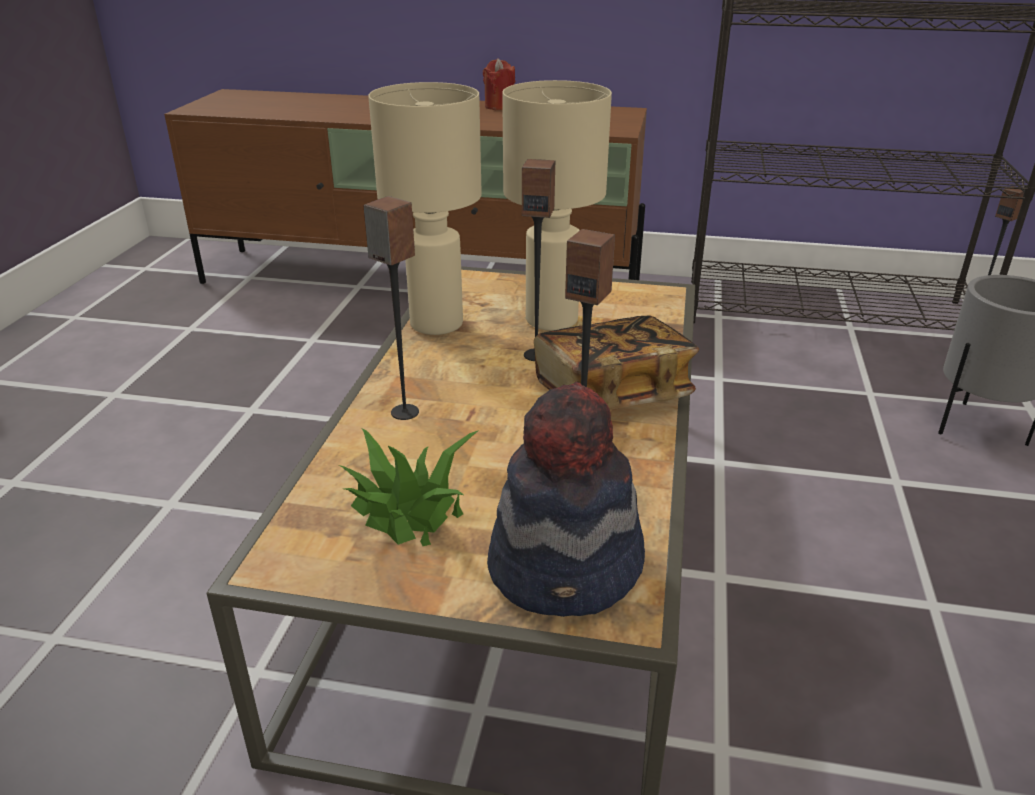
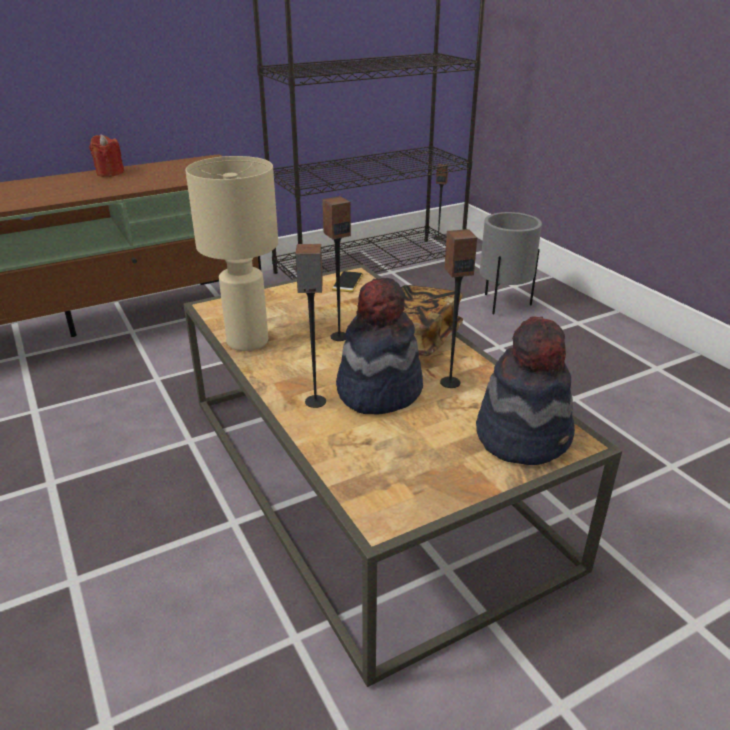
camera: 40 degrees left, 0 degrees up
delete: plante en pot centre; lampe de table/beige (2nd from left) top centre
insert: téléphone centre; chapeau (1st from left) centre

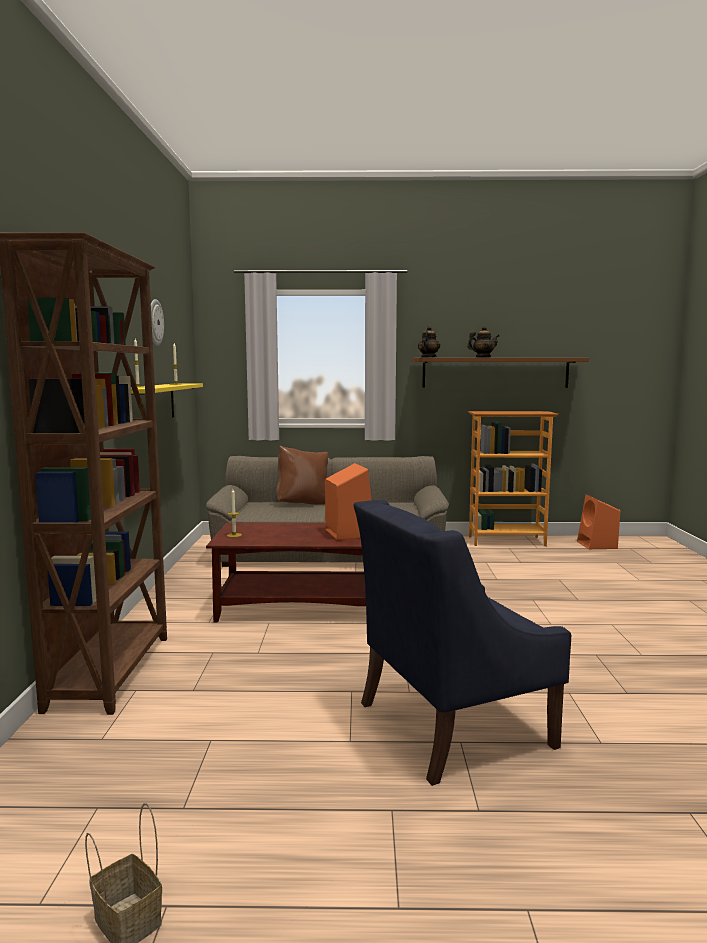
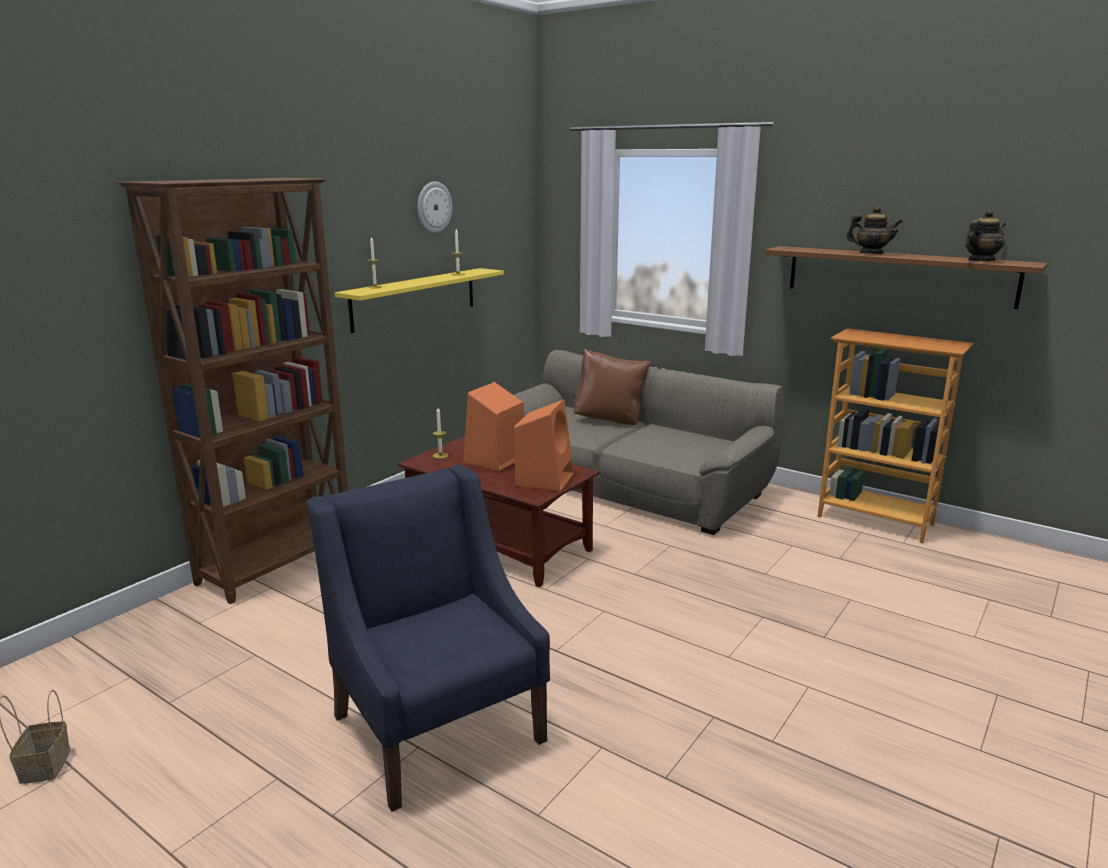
camera: 35 degrees right, 10 degrees up
move: théière (1st from left in the first image) centre to théière (2nd from left) top right; enceinte/orange (2nd from left in the first image) middle right to enceinte/orange (1st from left) centre
rotate: fauteuil/bleu bottom centre = bottom centre 45 degrees clockwise

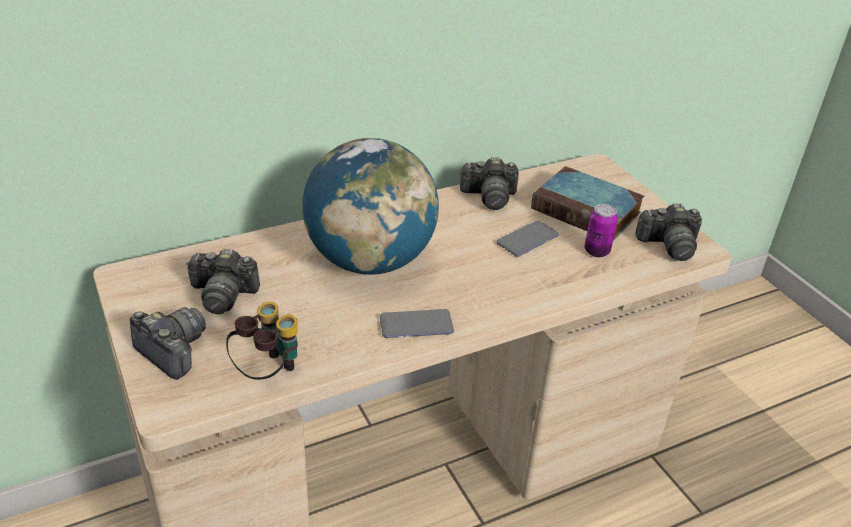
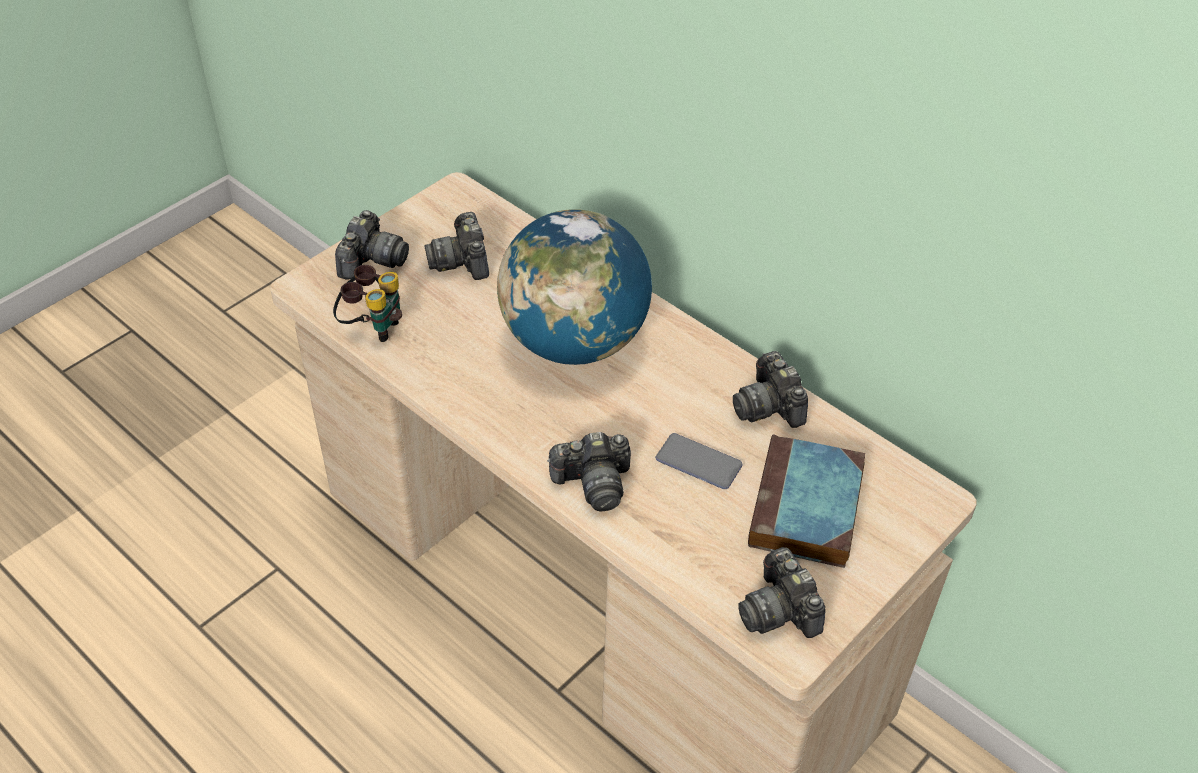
camera: 70 degrees right, 10 degrees up
delete: téléphone (1st from left) centre; boîte métallique middle right
insert: appareil photo (3rd from left) centre

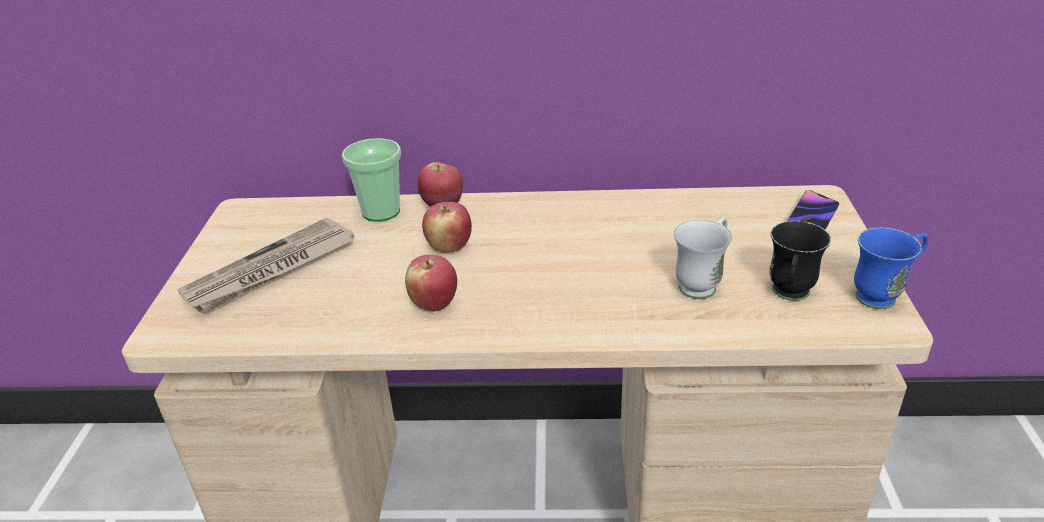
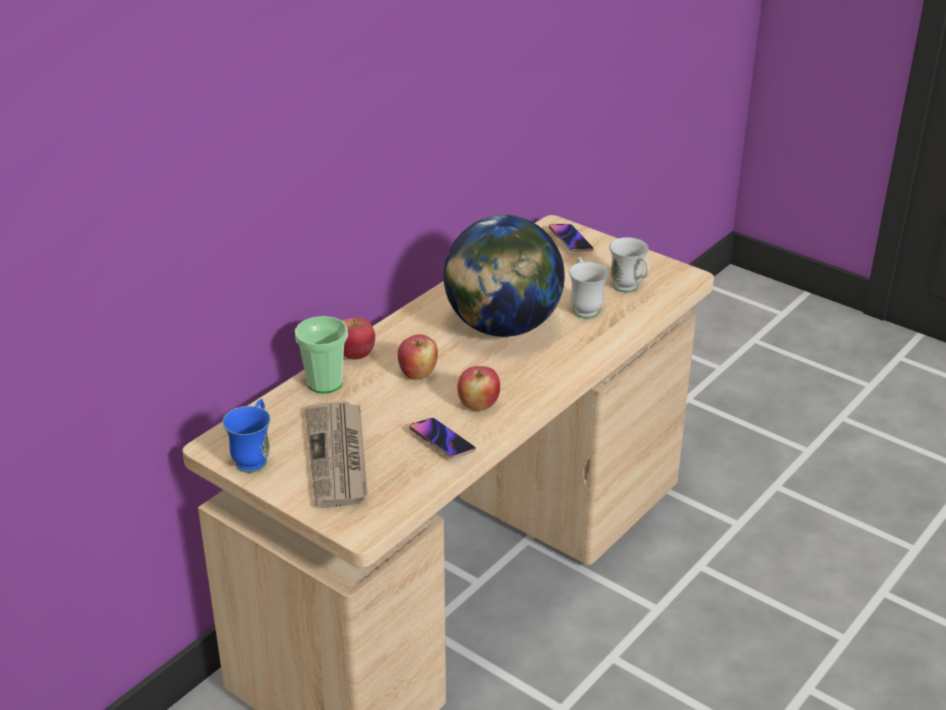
camera: 55 degrees left, 0 degrees up
insert: téléphone (1st from left) centre; globe centre
move: mug/bleu middle right to middle left
recolor: mug/noir middle right to mug/blanc (2nd from left) centre

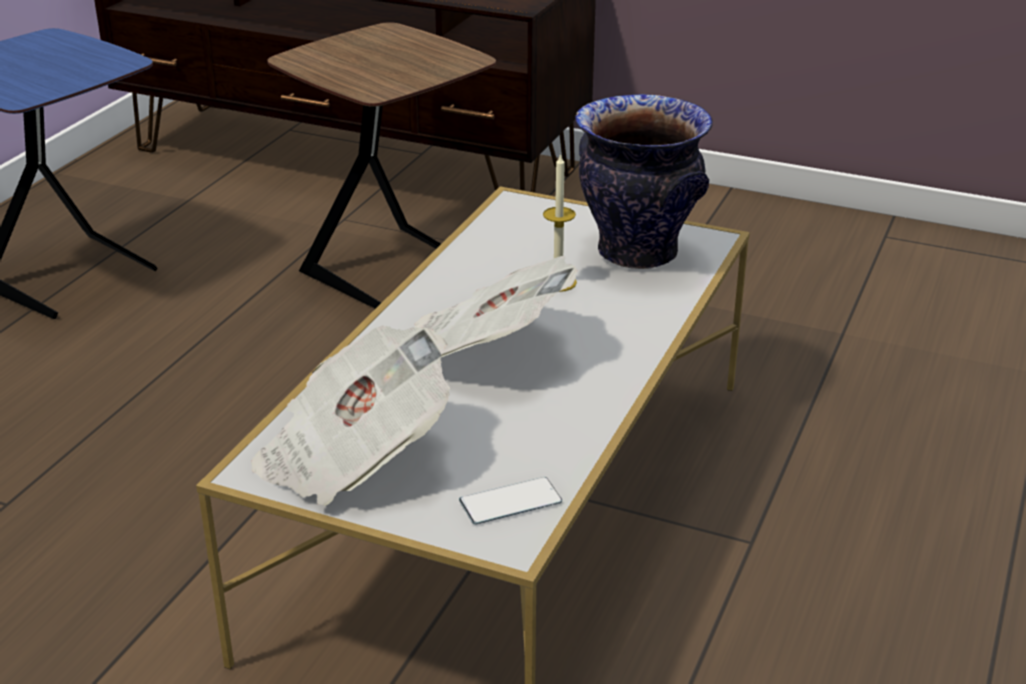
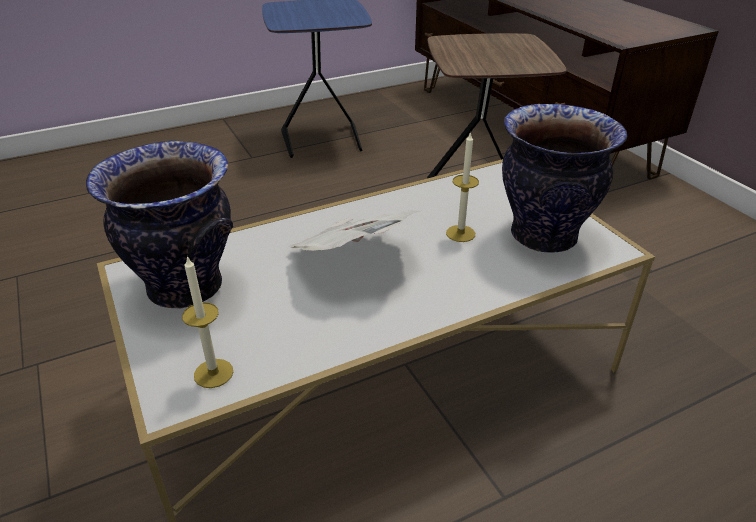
camera: 40 degrees right, 5 degrees up
replace: journal (1st from left) centre to vase (1st from left) middle left; téléphone bottom centre to bougie (1st from left) middle left

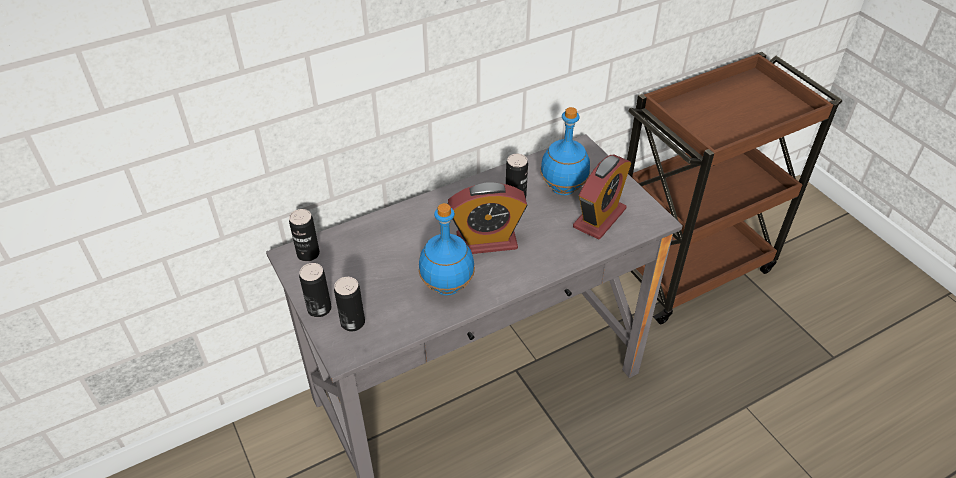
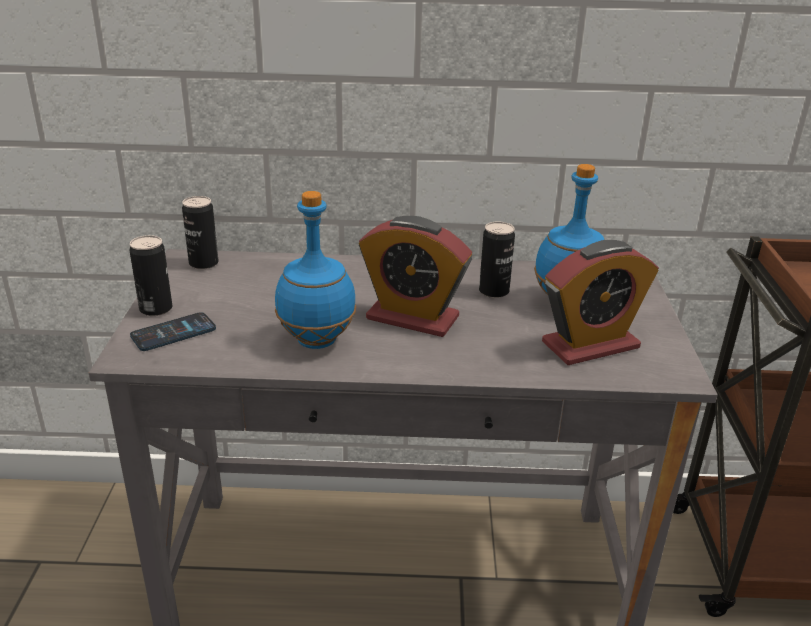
camera: 30 degrees right, 15 degrees down
replace: boîte métallique (3rd from left) centre to téléphone middle left

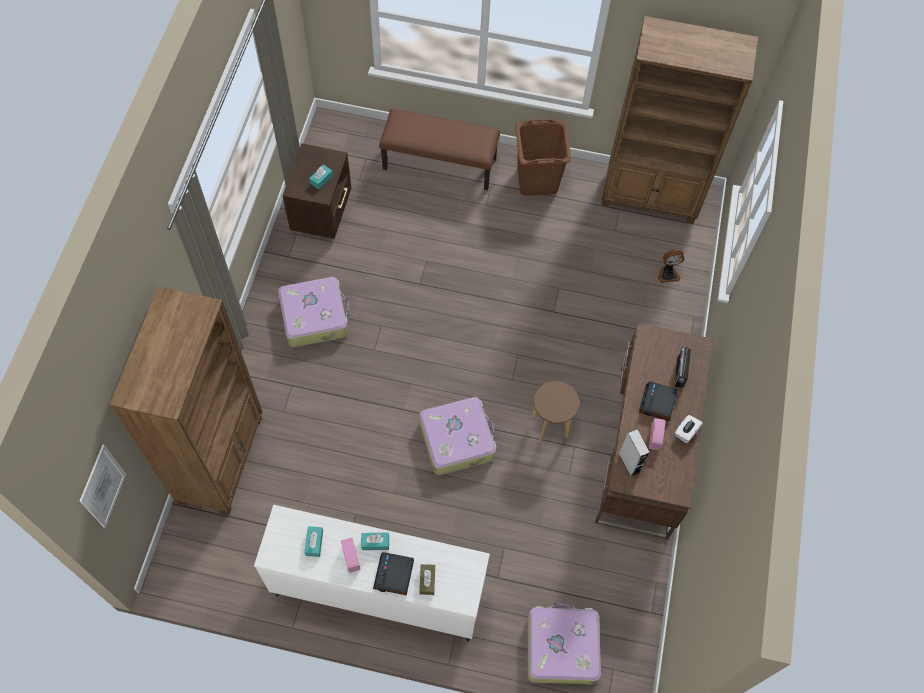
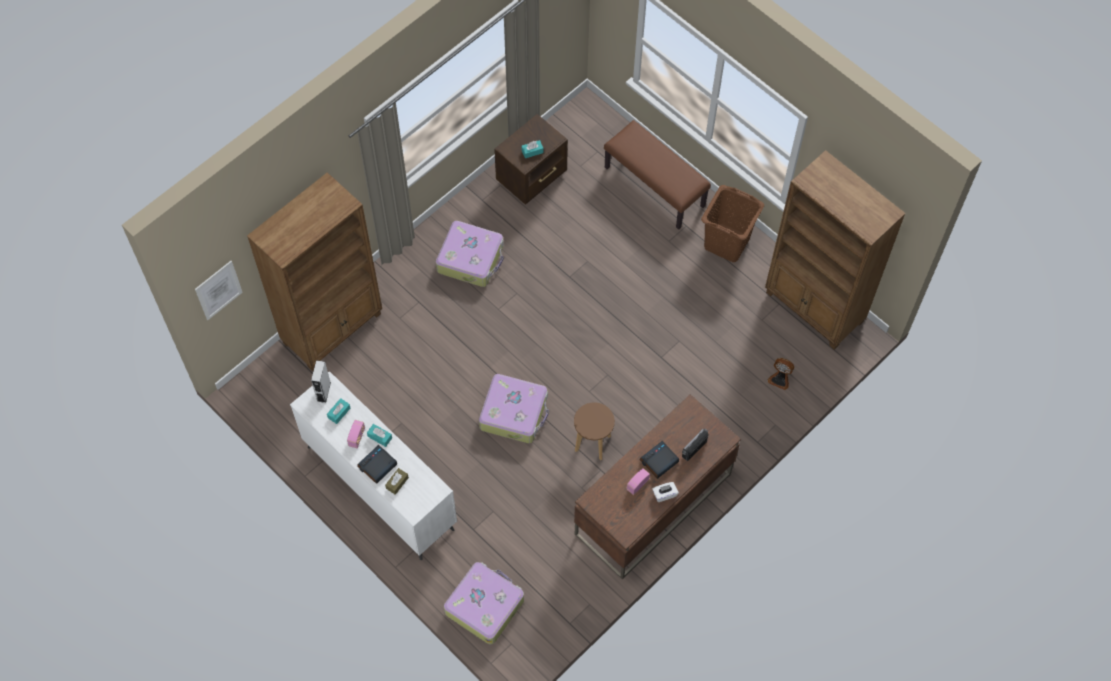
camera: 35 degrees right, 0 degrees up
move: enceinte/gris middle right to middle left

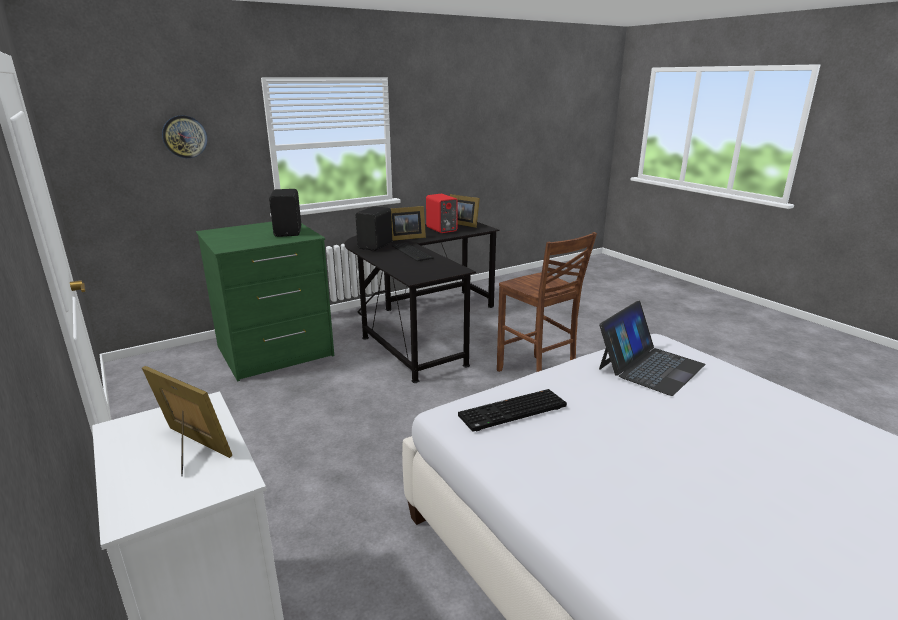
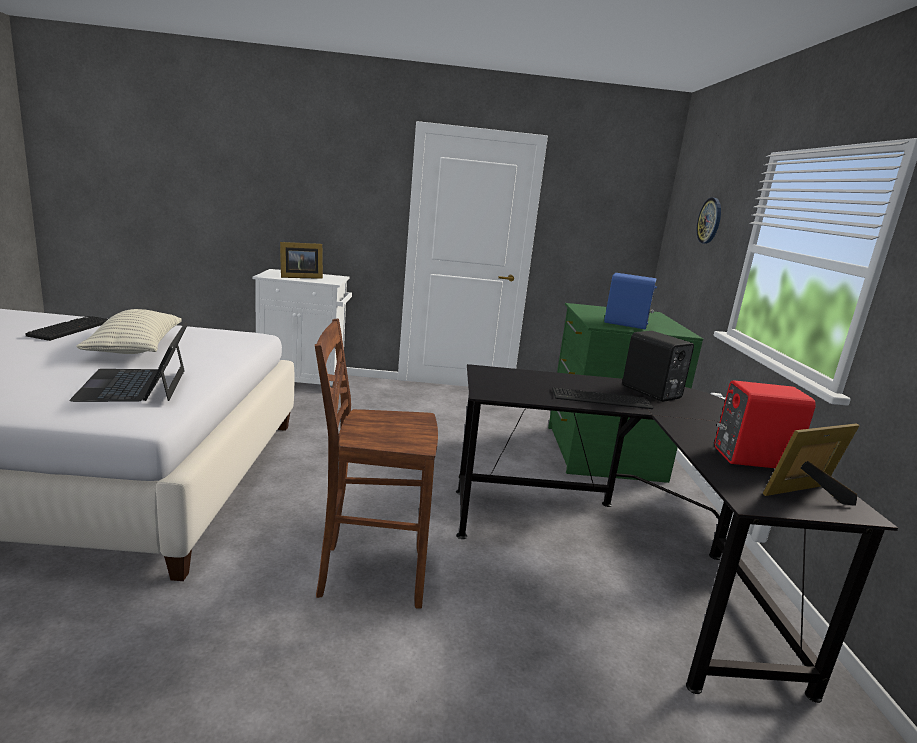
camera: 120 degrees right, 5 degrees down
delete: cadre photo (2nd from left) centre
insert: coussin middle left
move: clavier (2nd from left in the first image) centre to clavier (1st from left) middle left
recolor: enceinte/noir (1st from left) middle left to enceinte/bleu middle right

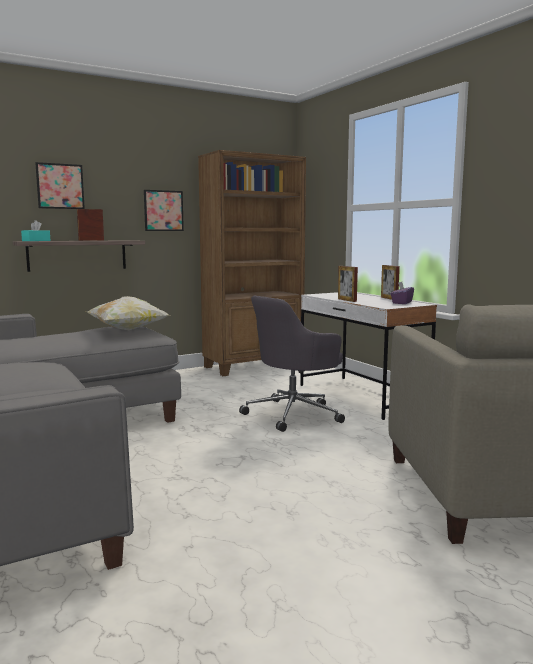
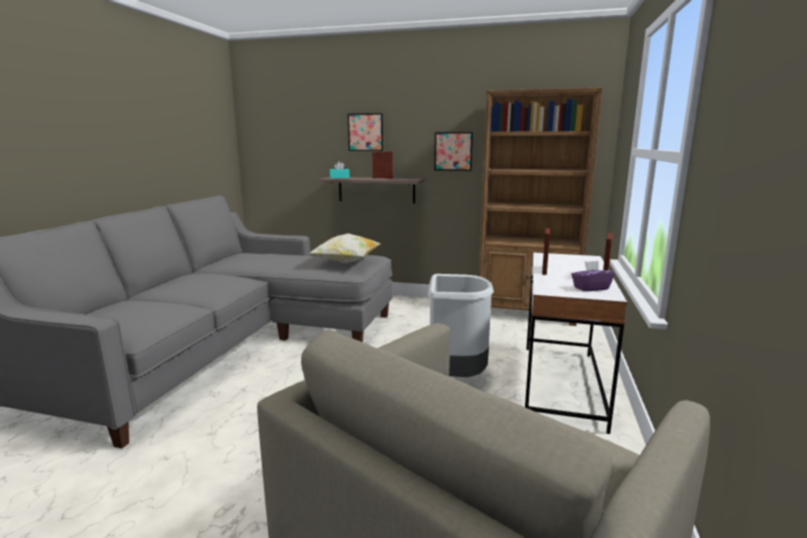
camera: 45 degrees right, 5 degrees up
replace: chaise de bureau/gris centre to poubelle/gris centre

